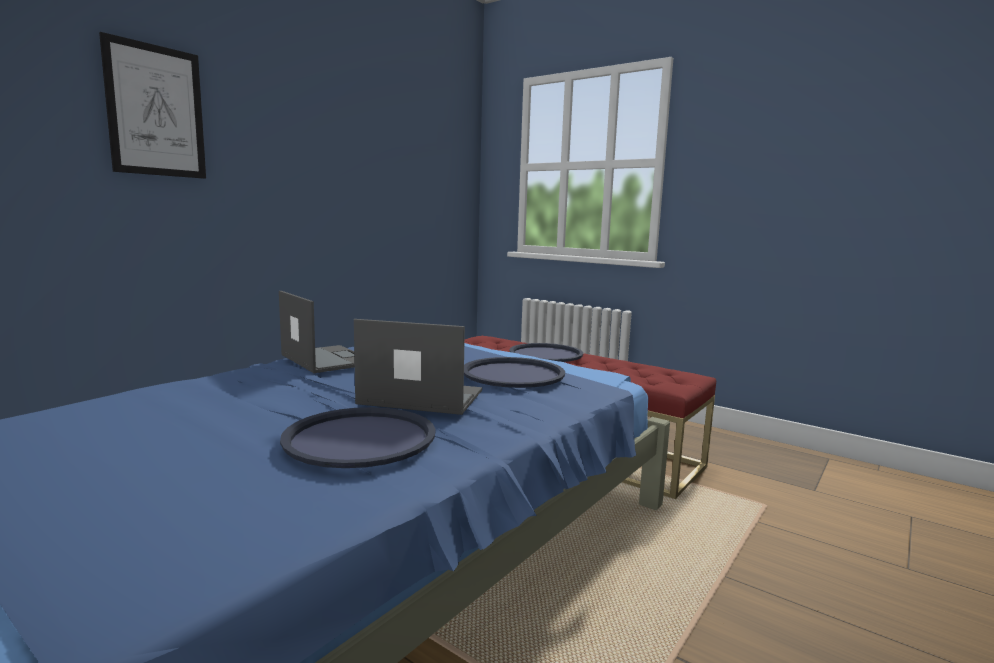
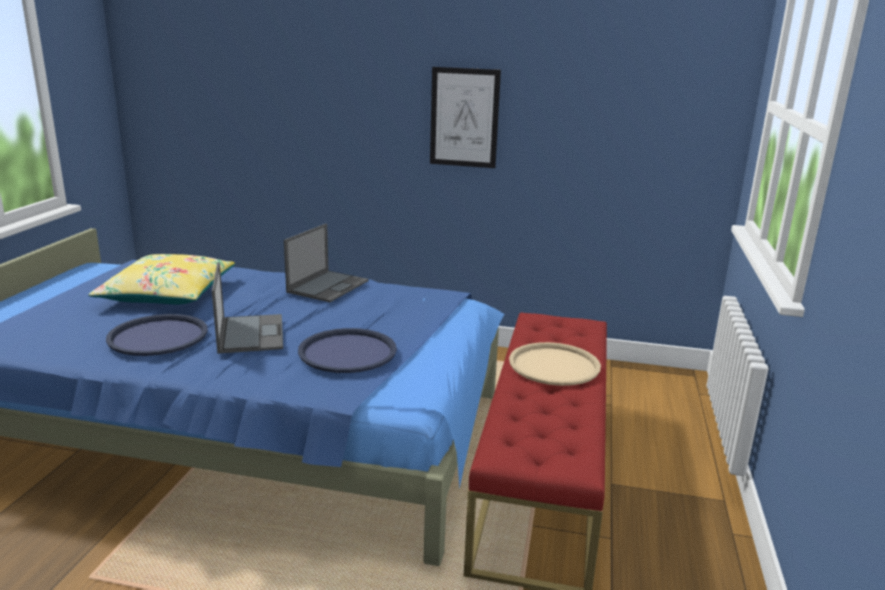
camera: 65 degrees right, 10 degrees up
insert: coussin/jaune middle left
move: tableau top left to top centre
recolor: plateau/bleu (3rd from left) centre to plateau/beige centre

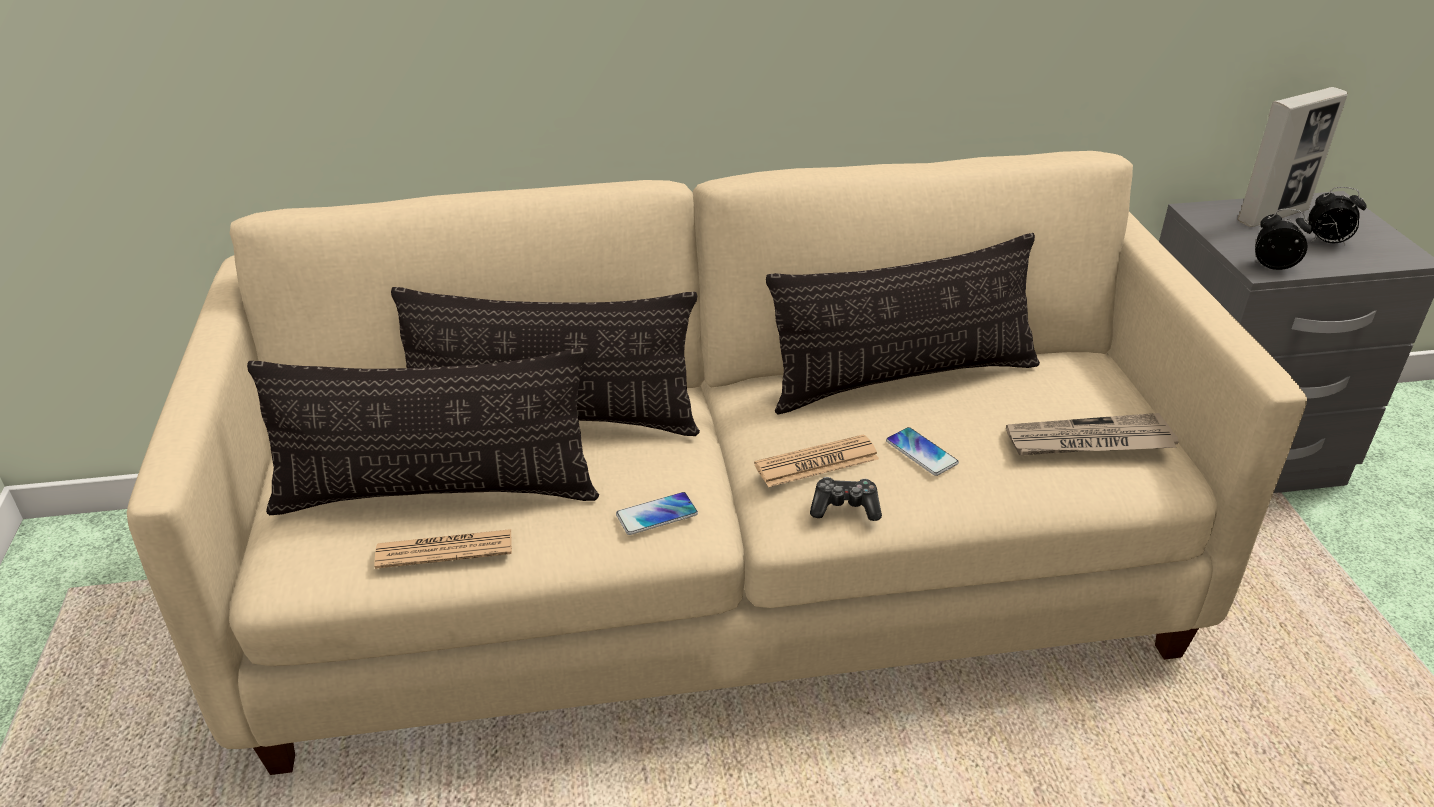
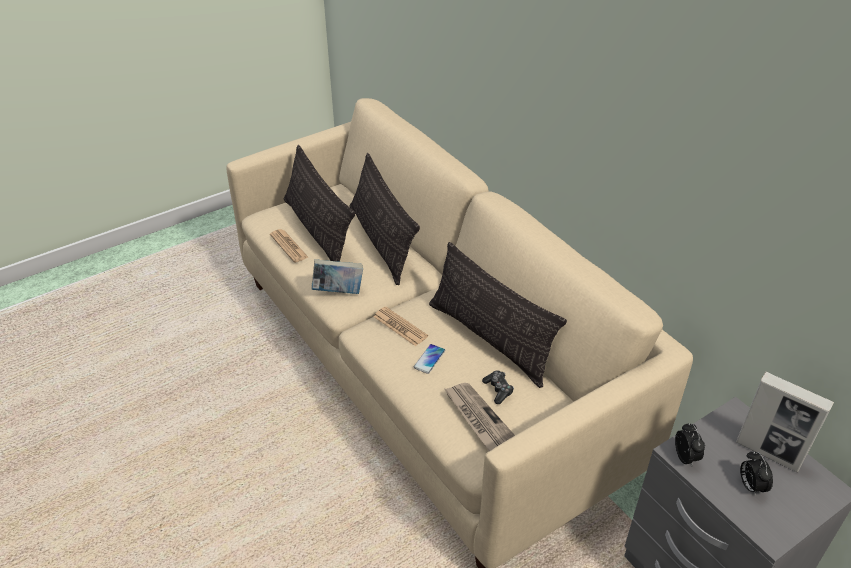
camera: 65 degrees right, 5 degrees up
move: manette centre to bottom centre
replace: téléphone (1st from left) centre to livre centre

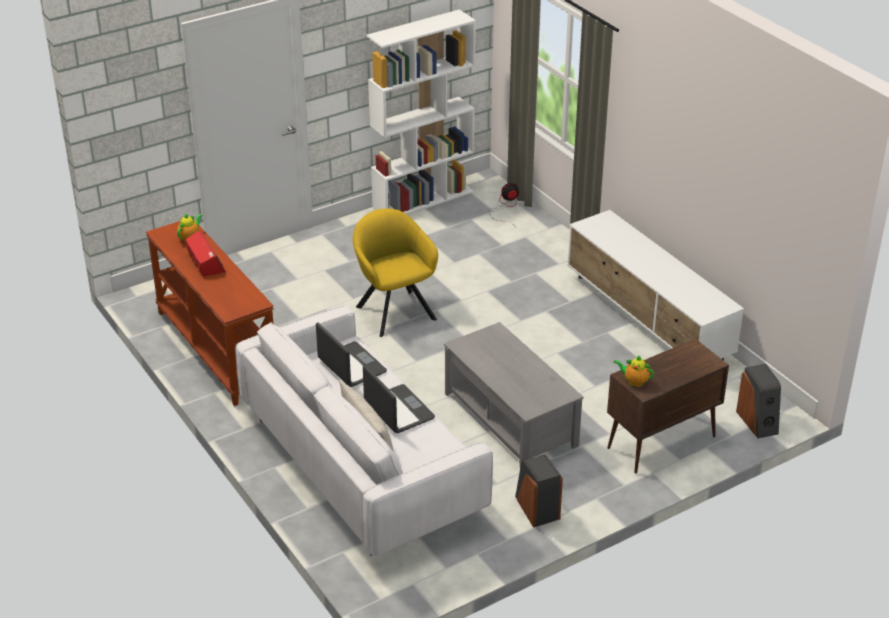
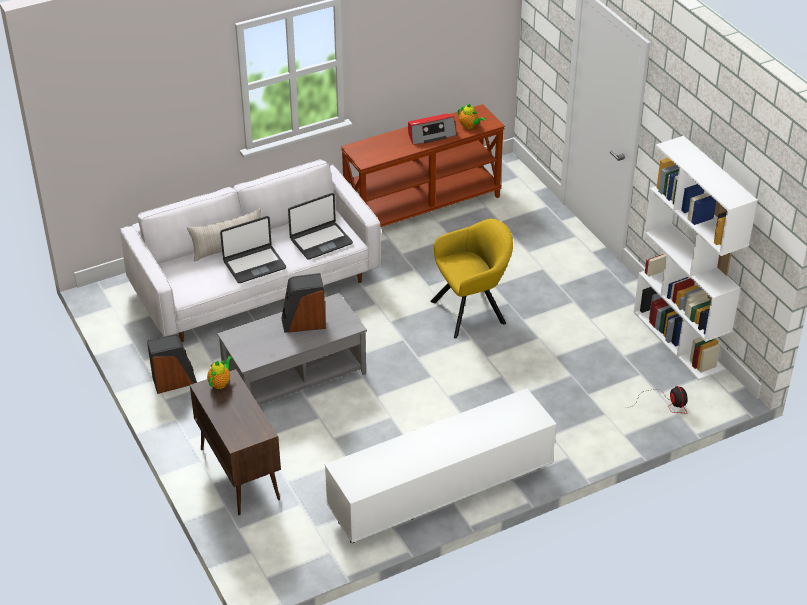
camera: 95 degrees right, 5 degrees up
move: enceinte (2nd from left) middle right to centre

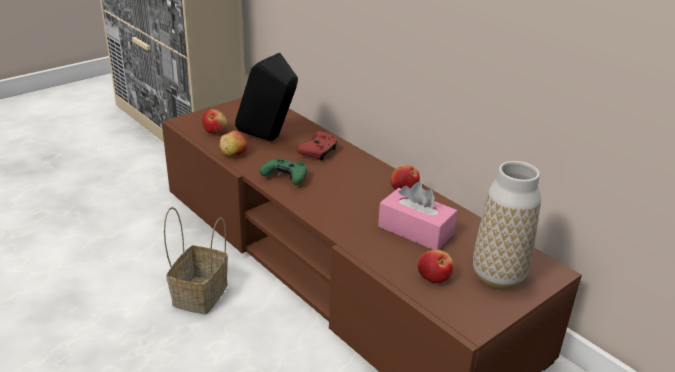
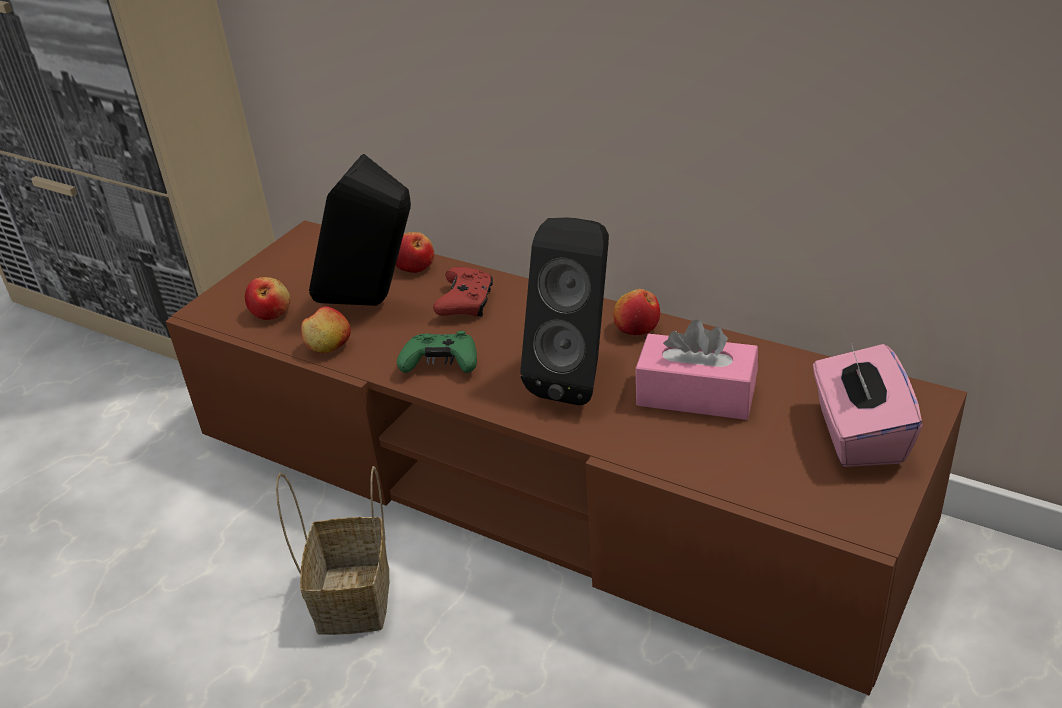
camera: 15 degrees left, 5 degrees up
insert: enceinte/noir (2nd from left) centre
move: pomme (4th from left in the first image) bottom centre to pomme (3rd from left) centre
replace: vase middle right to boîte à mouchoirs/rose (2nd from left) middle right

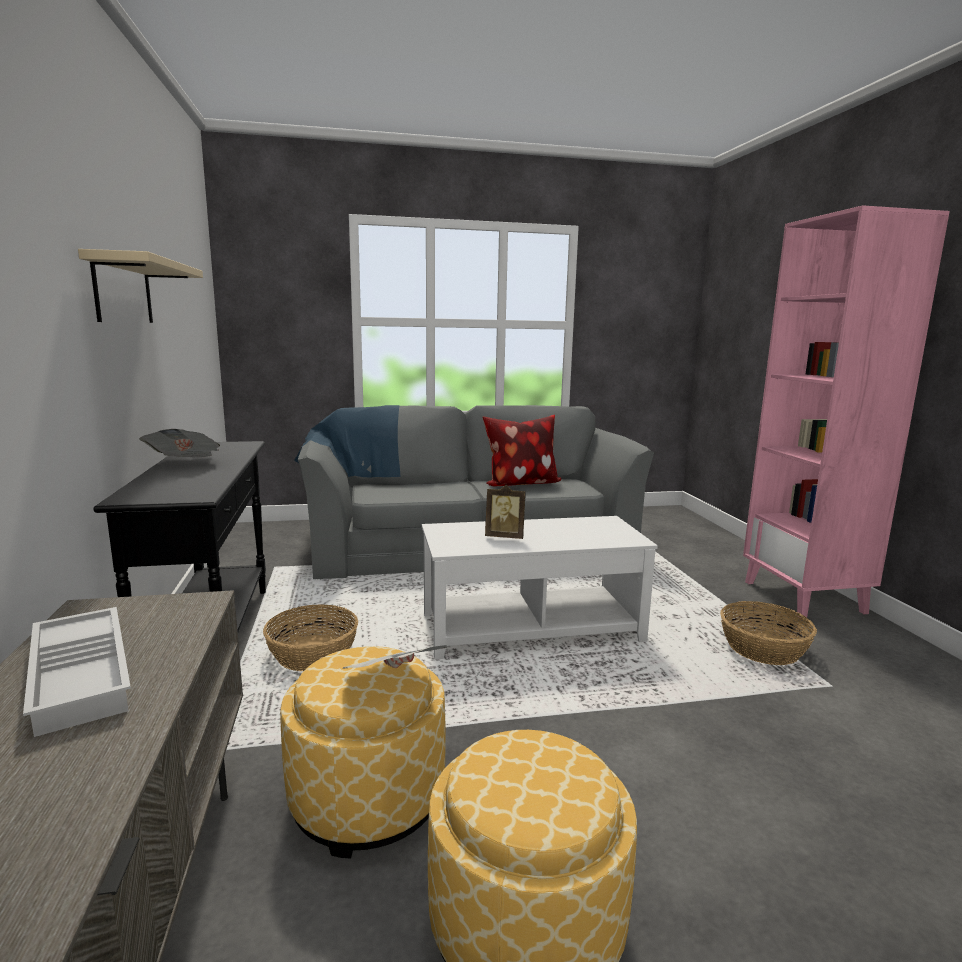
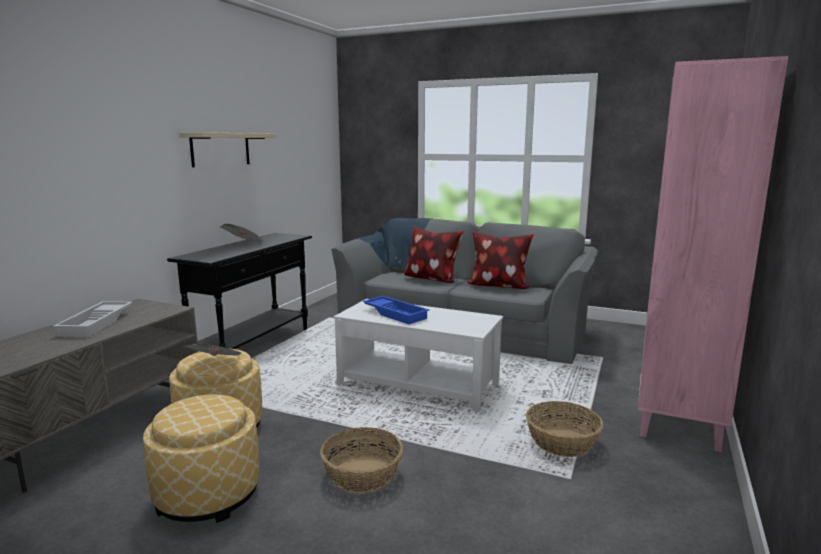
camera: 35 degrees right, 0 degrees up
insert: coussin (1st from left) centre
move: panier (1st from left) middle left to bottom centre
replace: cadre photo centre to plateau/bleu centre

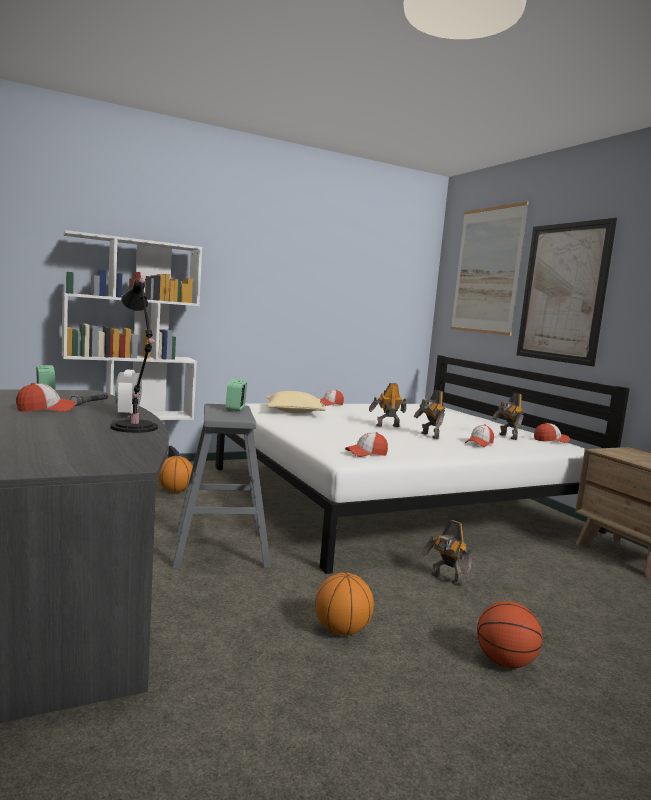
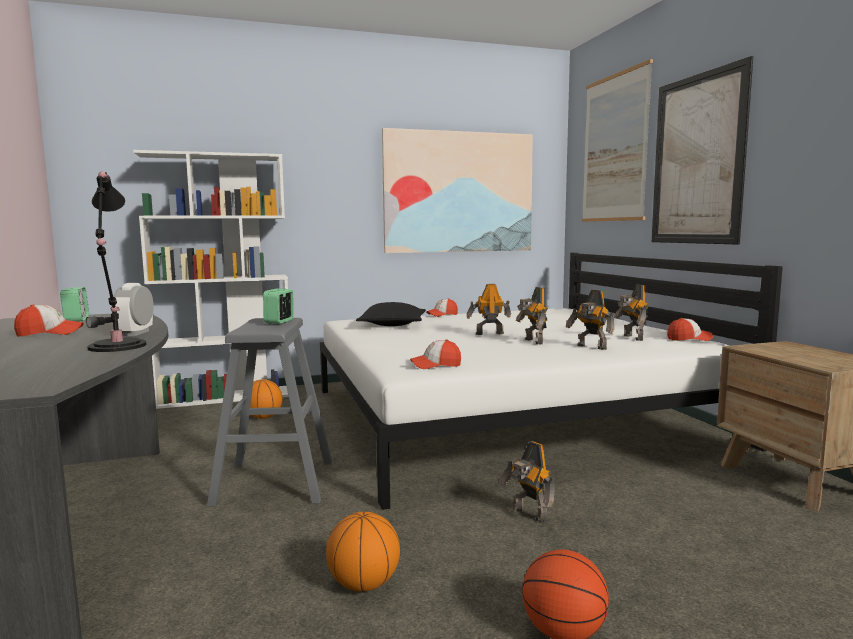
camera: 10 degrees right, 0 degrees up
insert: tableau (1st from left) top centre
replace: casquette (4th from left) middle right to robot jouet (4th from left) middle right
recolor: coussin/beige centre to coussin/noir centre

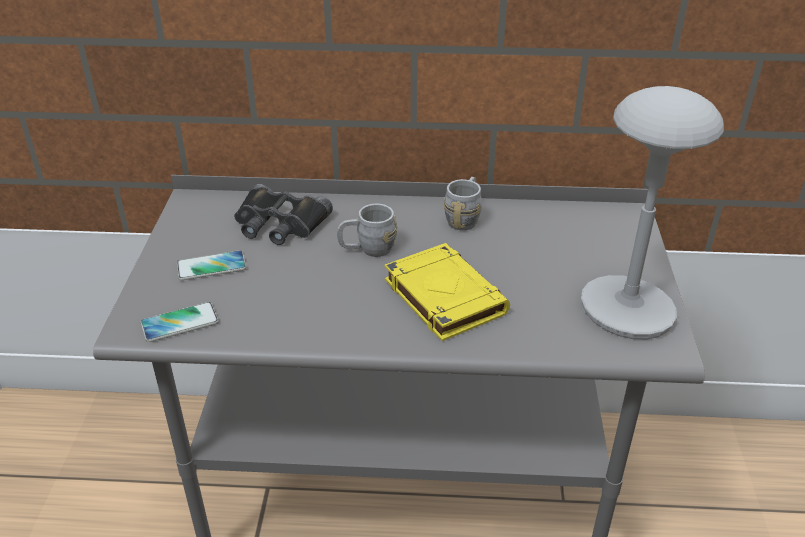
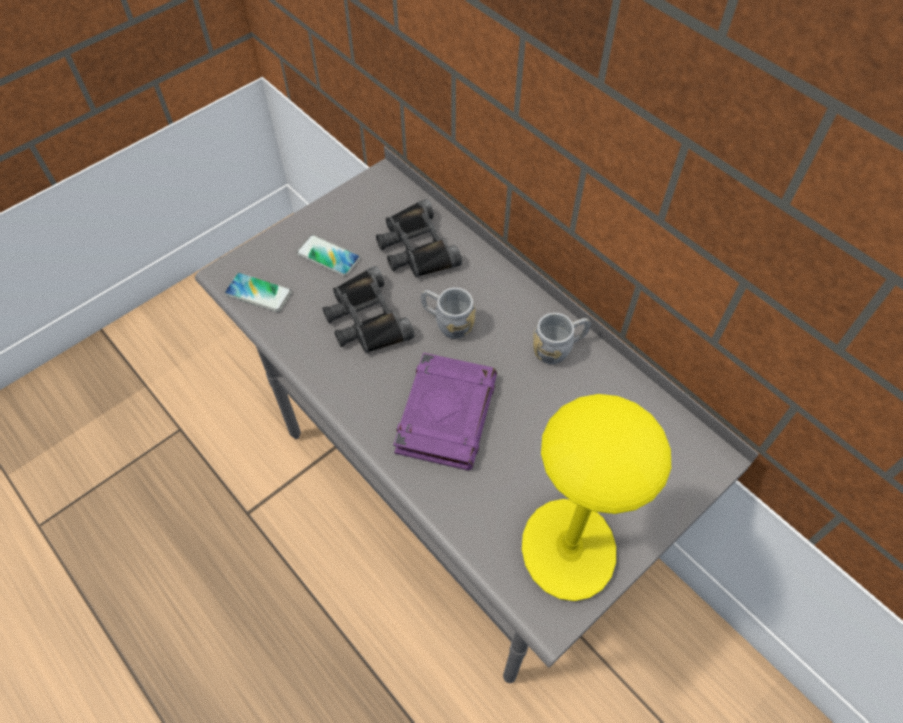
camera: 45 degrees right, 20 degrees up
insert: jumelles/noir (1st from left) centre
recolor: livre/jaune centre to livre/violet centre; lampe de table/gris middle right to lampe de table/jaune bottom centre

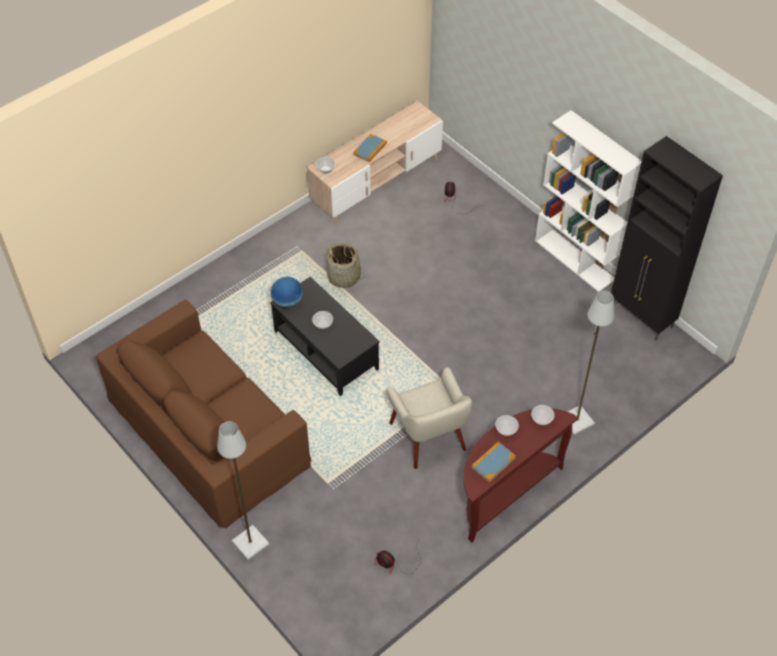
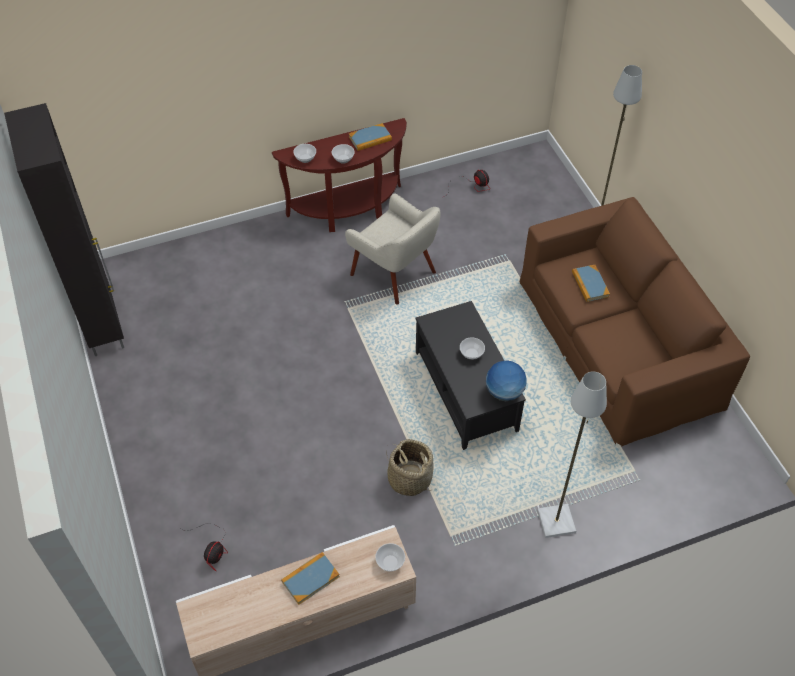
camera: 160 degrees left, 0 degrees up
delete: bibliothèque/blanc top right
insert: livre (3rd from left) middle right
move: lampadaire/gris (2nd from left in the first image) middle right to lampadaire/gris (1st from left) bottom right
rotate: fauteuil/beige centre = centre 135 degrees clockwise

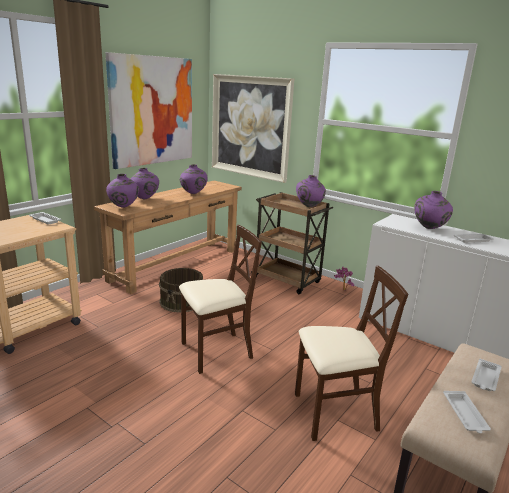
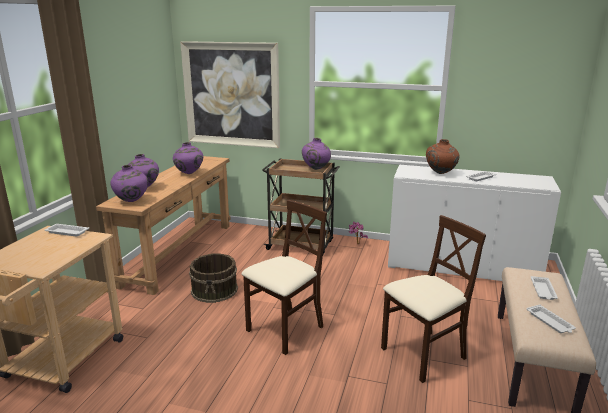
camera: 20 degrees left, 0 degrees up
delete: tableau (1st from left) top left
recolor: vase/violet (5th from left) middle right to vase/marron middle right

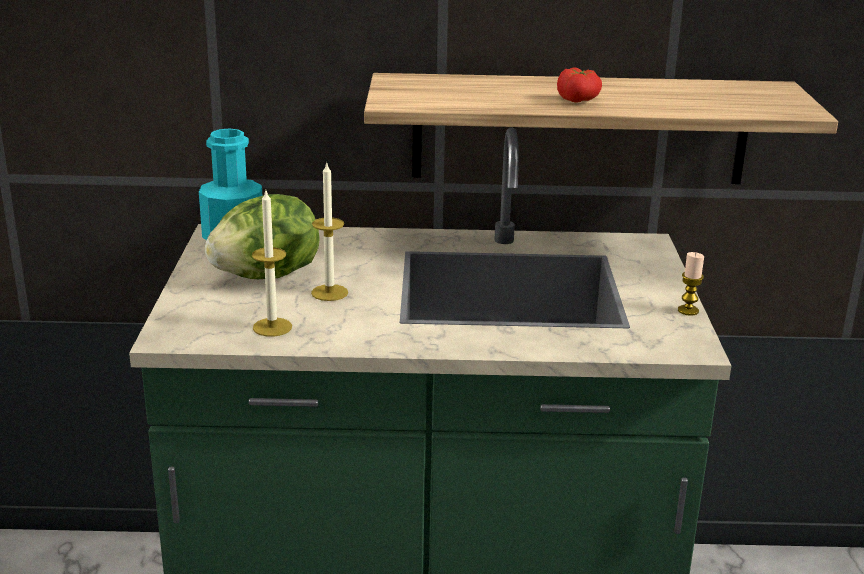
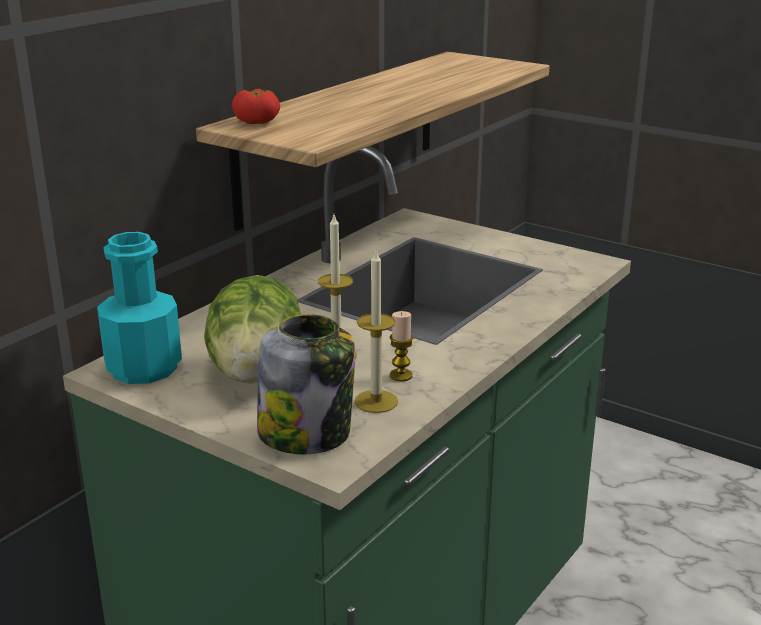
camera: 55 degrees left, 0 degrees up
insert: bocal centre
move: tomate top right to top centre; bougie (3rd from left) middle right to centre

